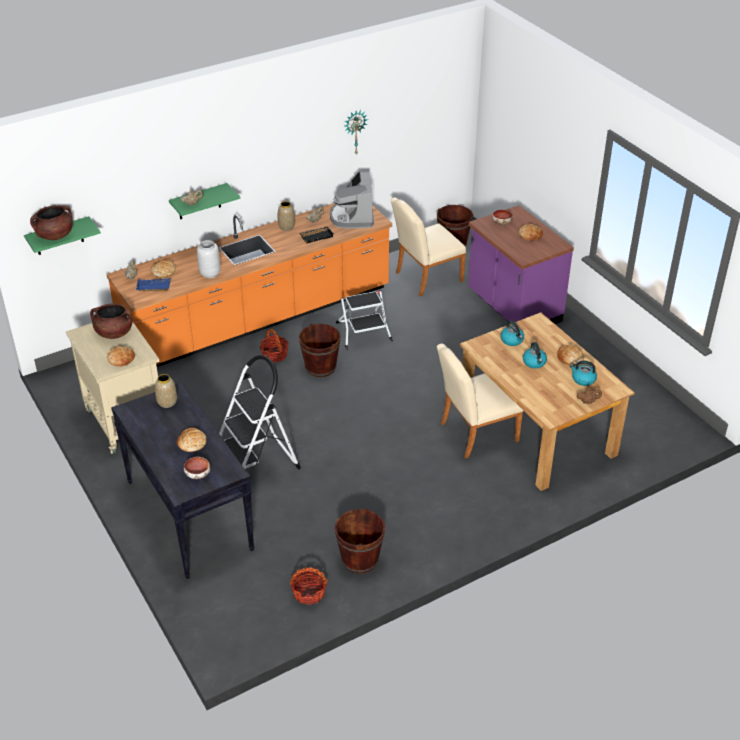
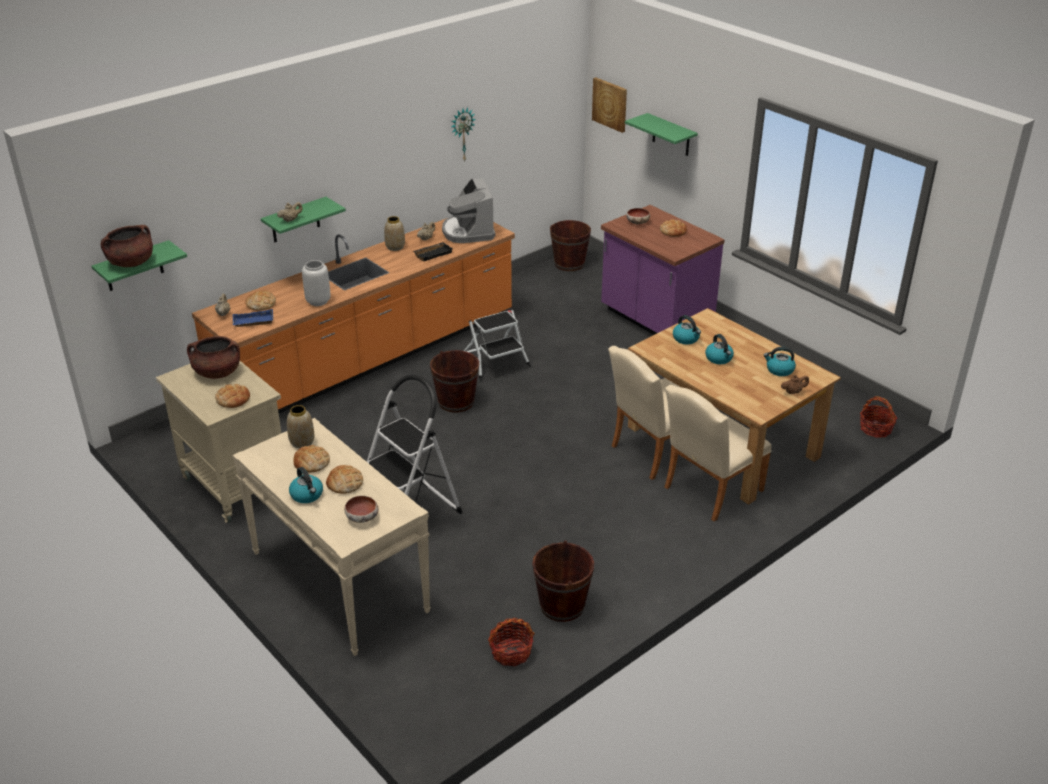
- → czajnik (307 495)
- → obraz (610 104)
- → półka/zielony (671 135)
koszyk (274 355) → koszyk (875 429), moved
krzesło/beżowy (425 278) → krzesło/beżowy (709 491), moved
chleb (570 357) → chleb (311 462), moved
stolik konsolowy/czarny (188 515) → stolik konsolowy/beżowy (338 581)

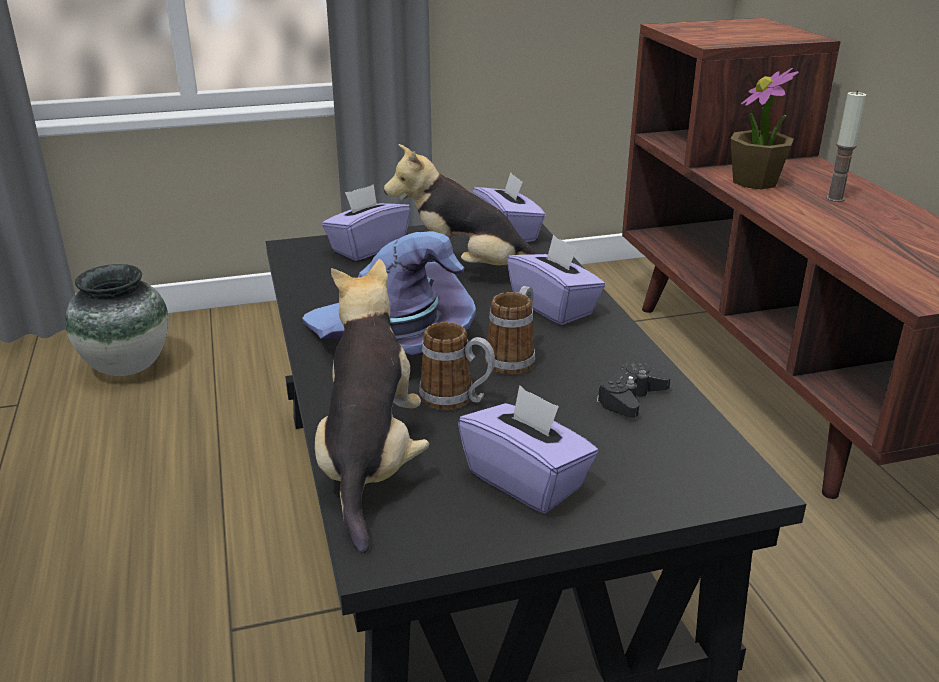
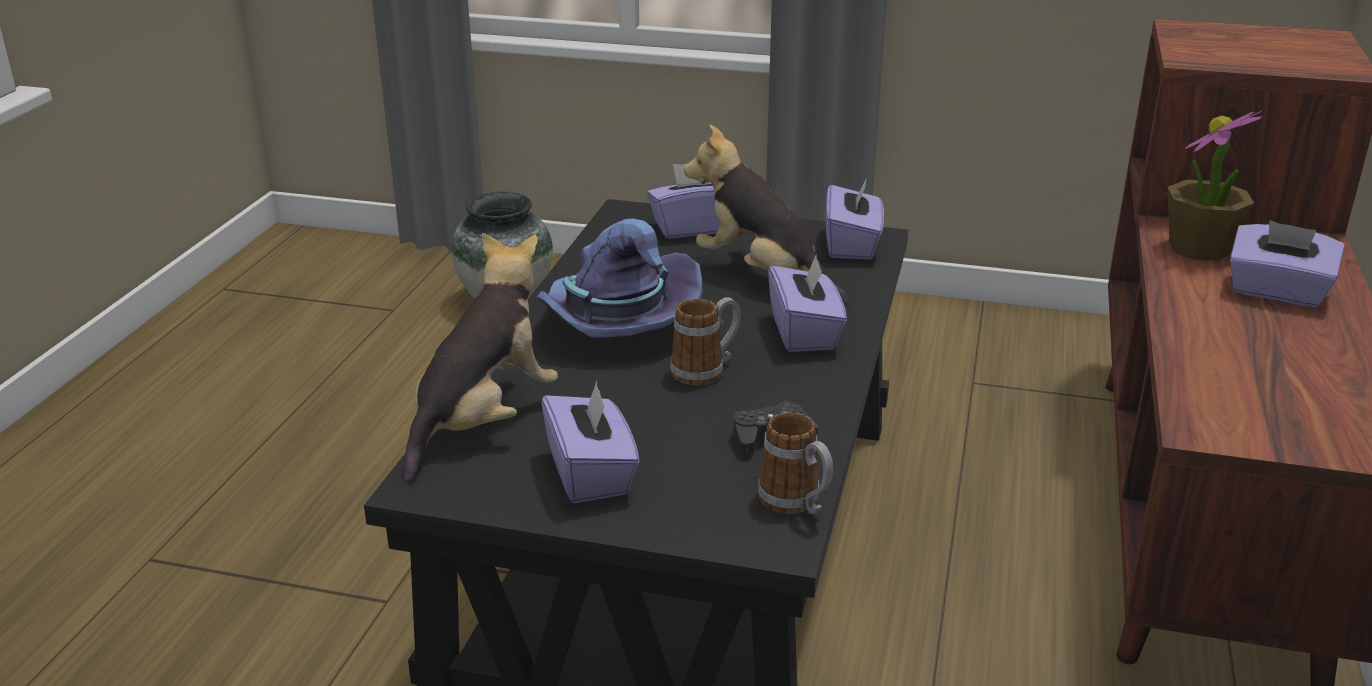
kubek (456 399) → kubek (797 504), moved
świeca (835 198) → pudełko chusteczek/fioletowy (1276 292)

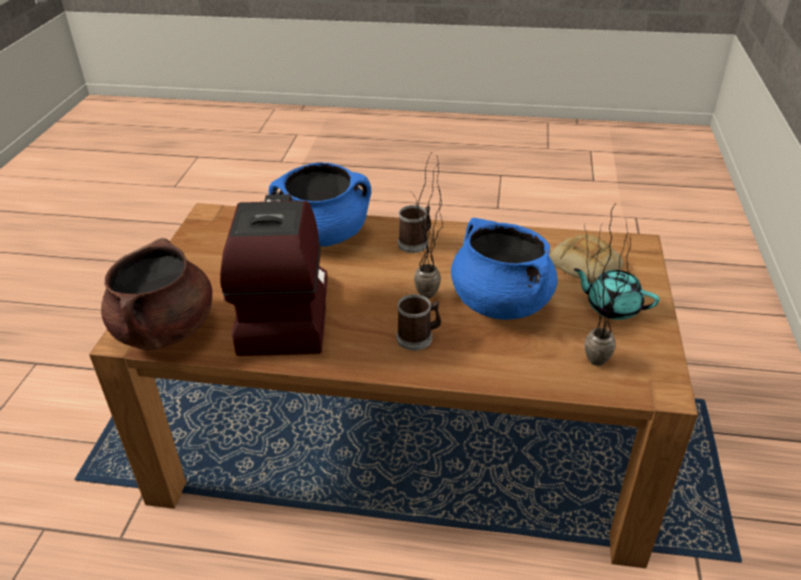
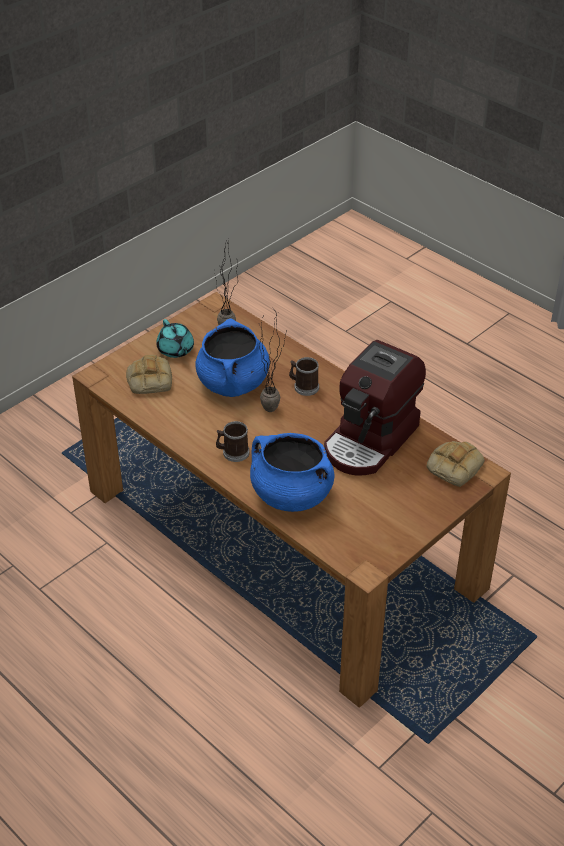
garnek/brązowy (165 330) → chleb (454 466)

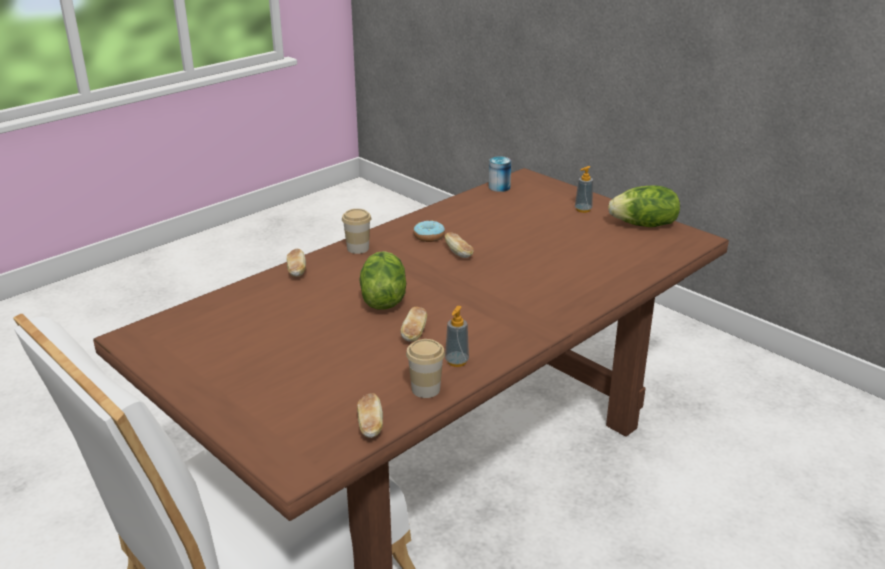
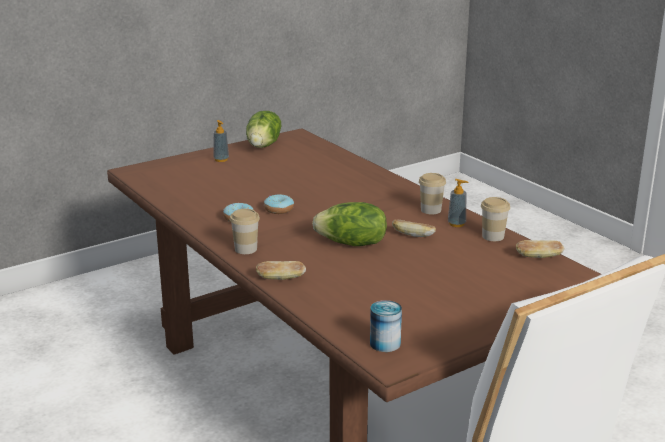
- → filiżanka (431 210)
puszka (499 187) → puszka (385 343), moved
chleb (458 253) → donut (279 209)

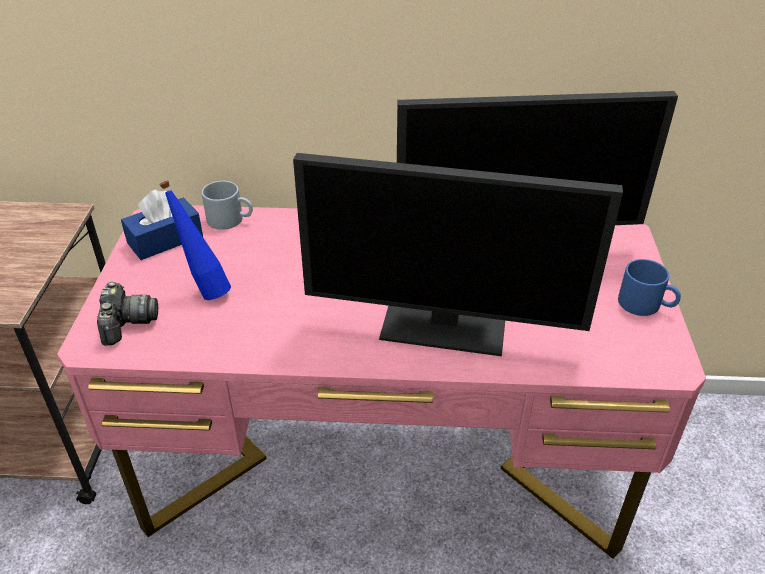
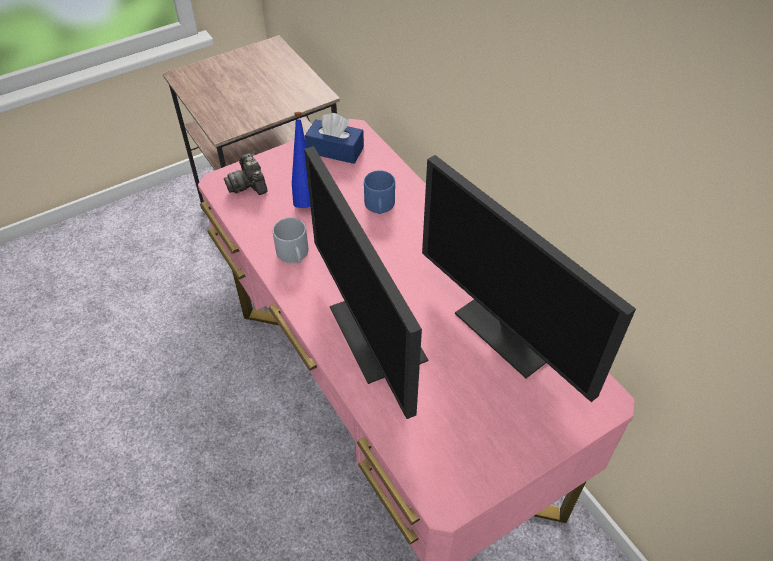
kubek/szary (231 220) → kubek/szary (294 255), moved
kubek/niebieski (646 304) → kubek/niebieski (380 206), moved
aparat fotograficzny (127 323) → aparat fotograficzny (248 184), 105 degrees clockwise

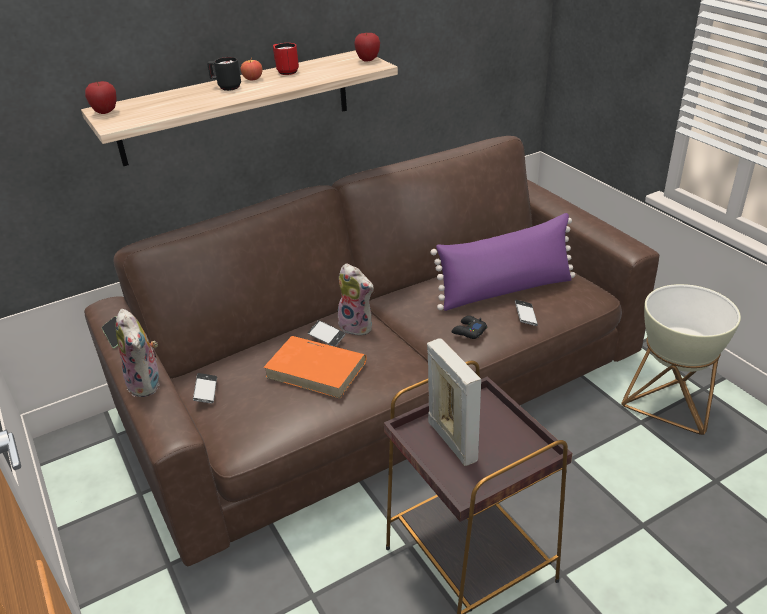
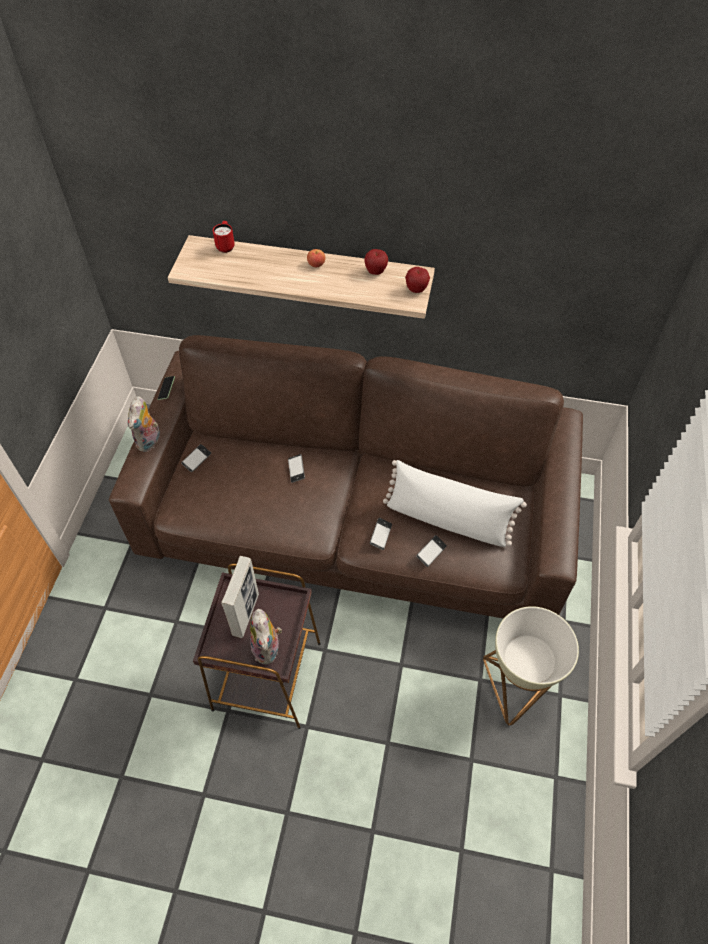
kubek/czarny (226 87) → -
książka/pomarańczowy (317 370) → -
jabłko (105 112) → jabłko (375 272), moved
kubek/czerwony (285 71) → kubek/czerwony (226 245), moved
pluszak (358 326) → pluszak (268 648), moved
pad do gier/czarny (468 331) → telefon (380 535)
poduszka/fioletowy (505 290) → poduszka/biały (448 520)

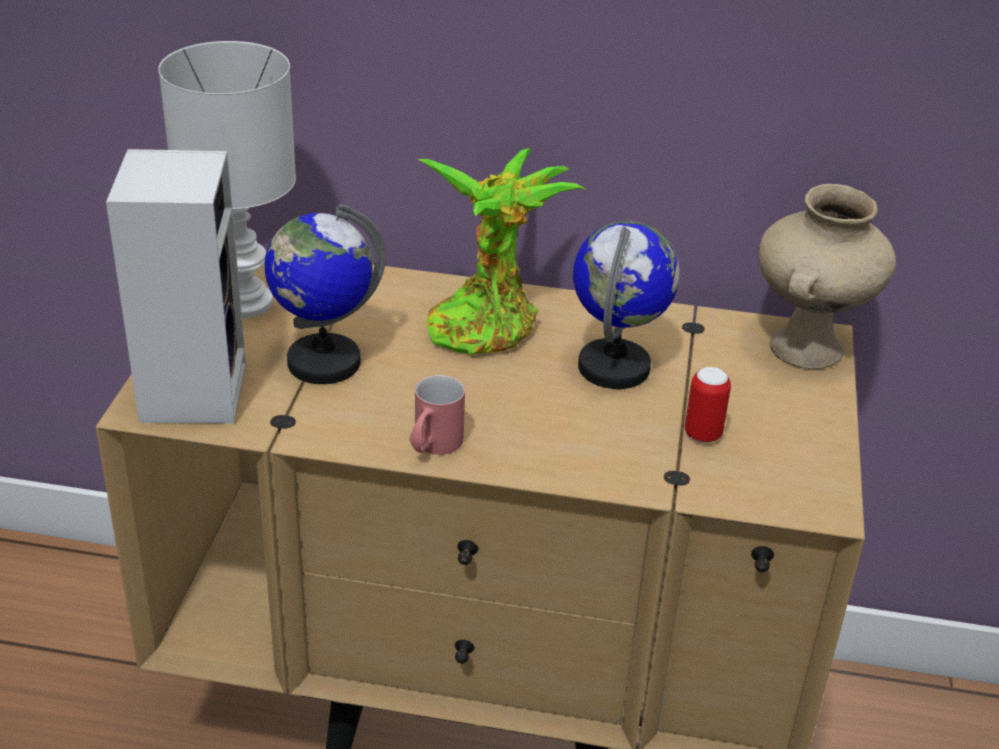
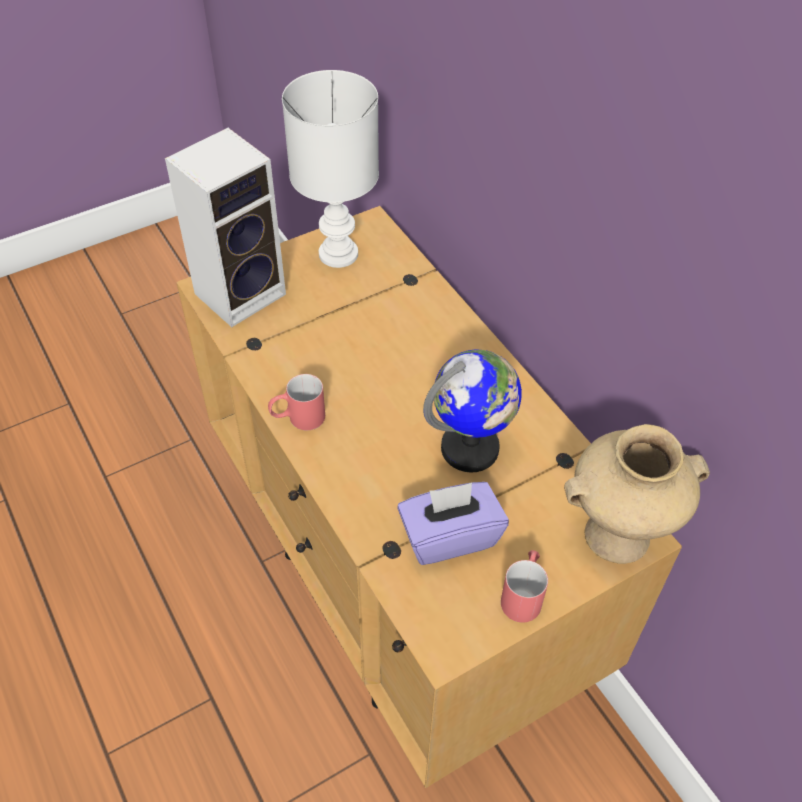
globus (323 362) → -
roślina doniczkowa (487 323) → -
- → kubek/czerwony (523 594)
puszka (702 434) → pudełko chusteczek/fioletowy (449 536)

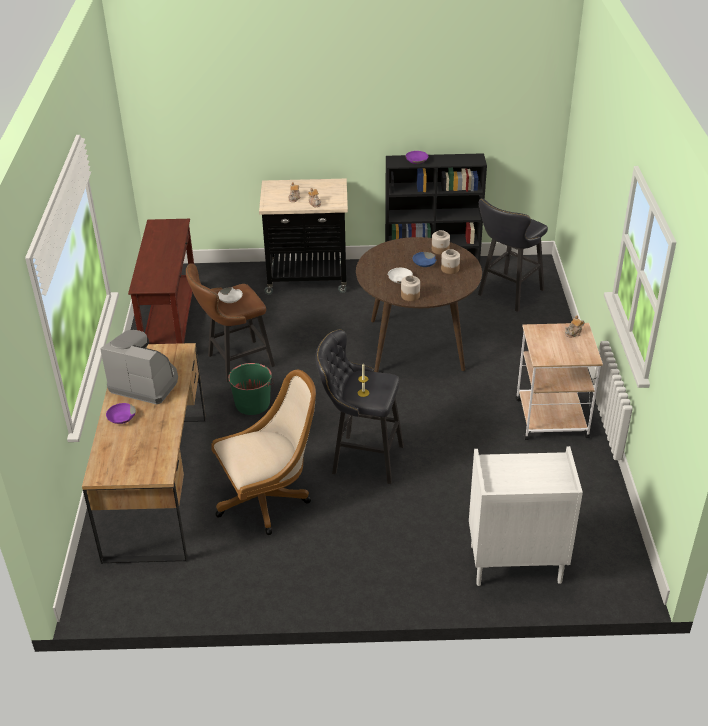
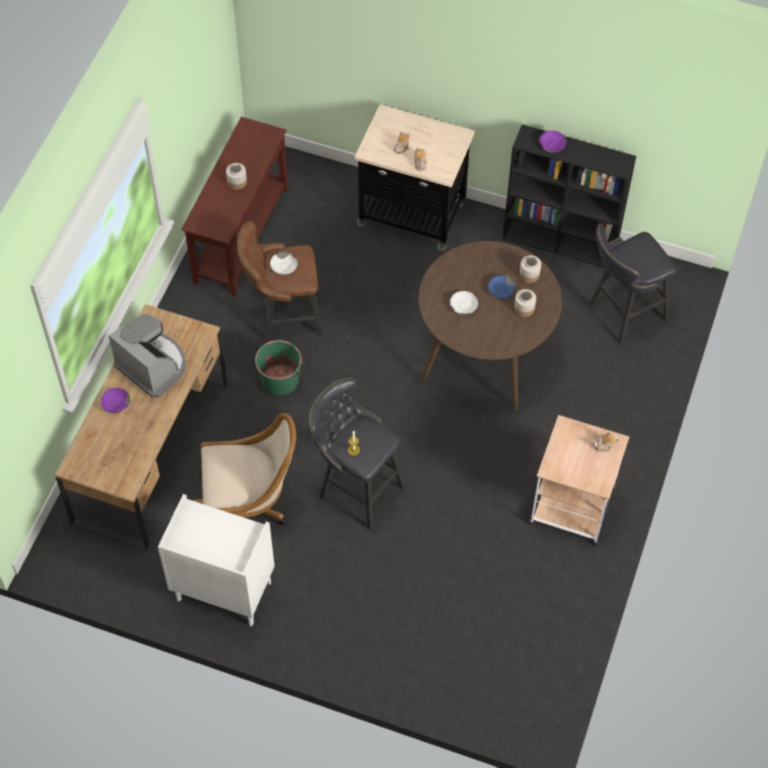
słoik (410 295) → słoik (237 182), moved
szafka/biały (514 564) → szafka/biały (223 591), moved

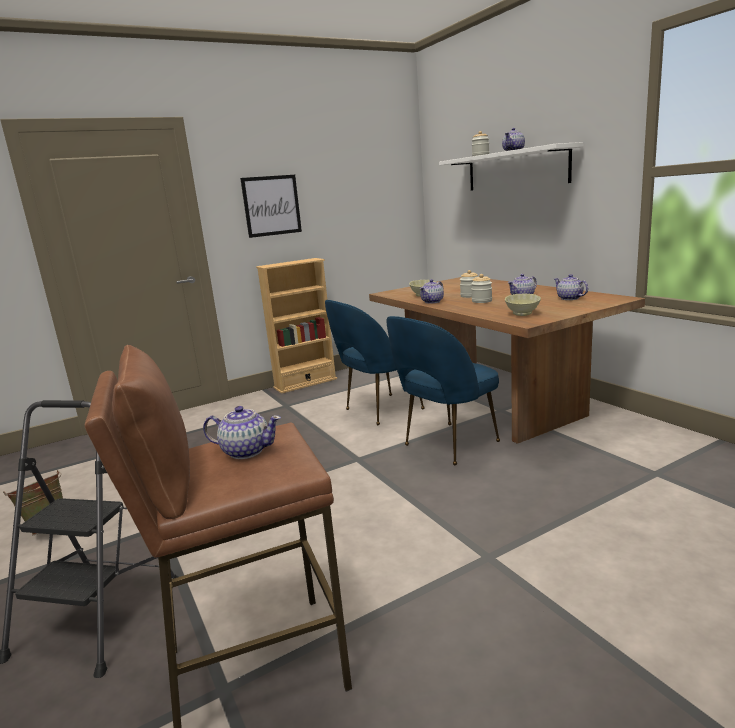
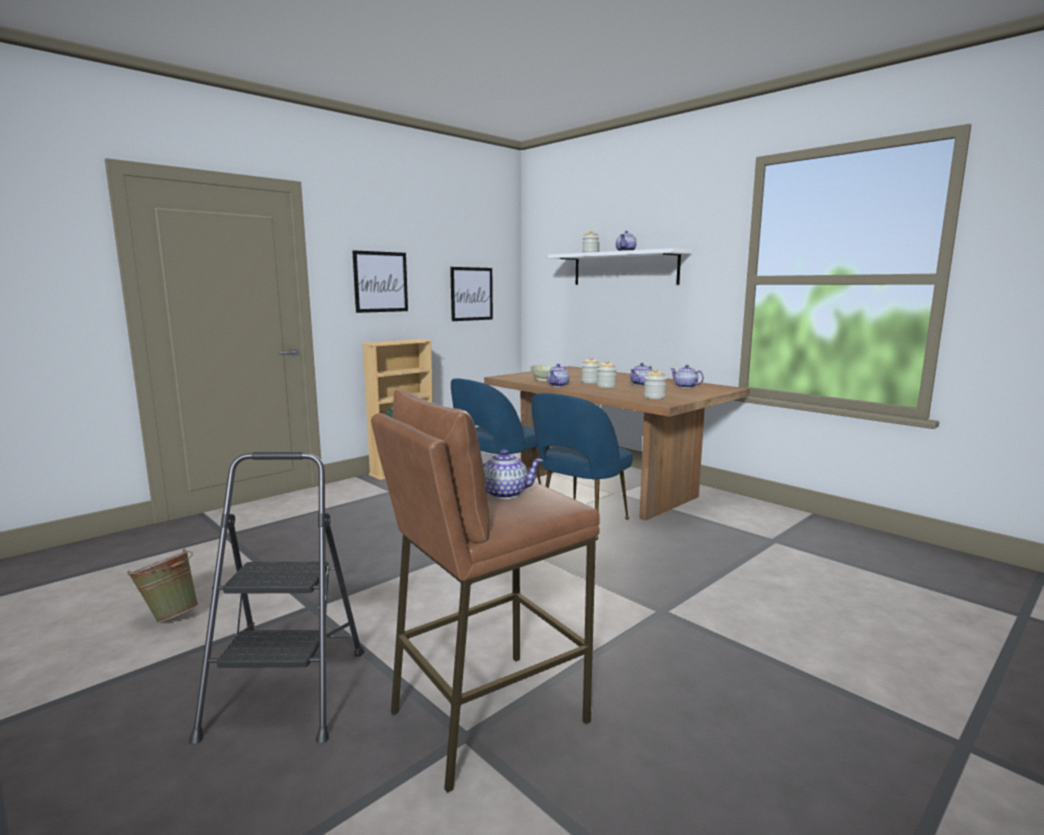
- → obraz (471 294)
miska/beżowy (522 314) → słoik (654 397)

